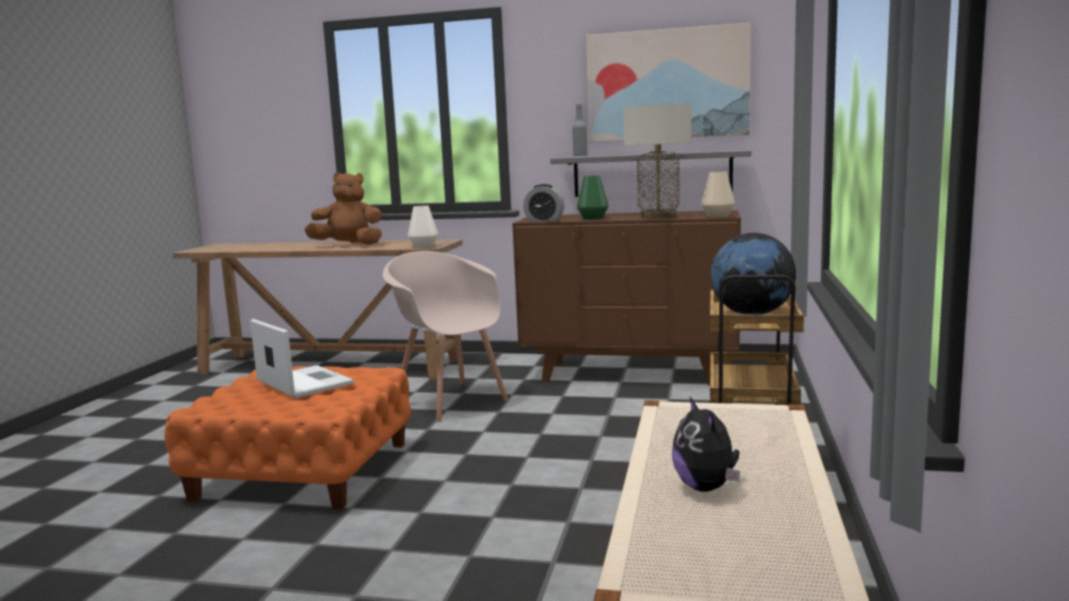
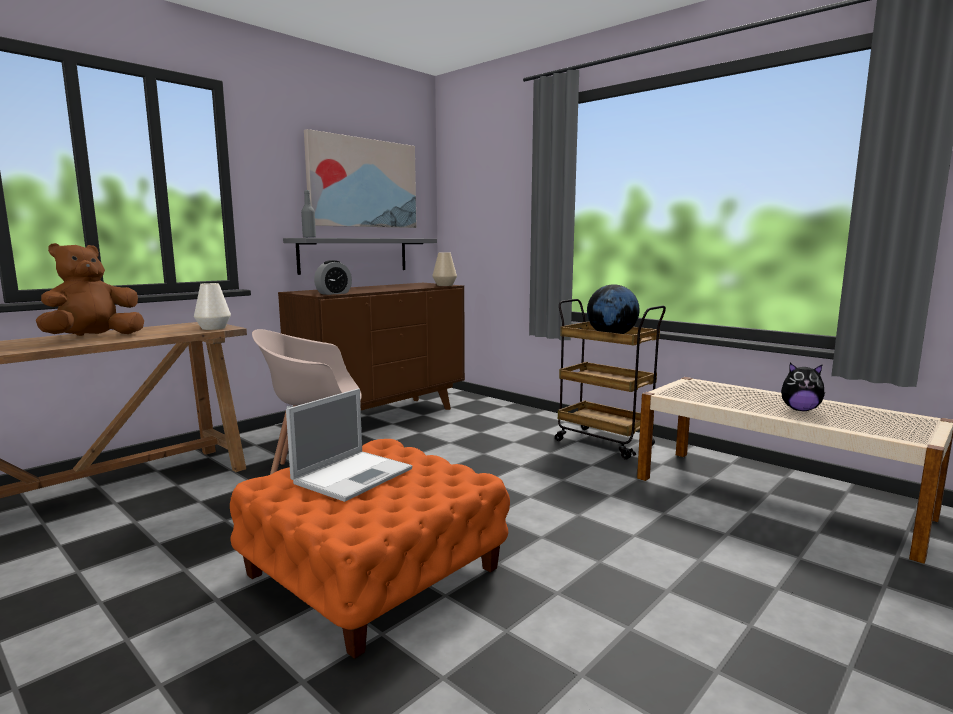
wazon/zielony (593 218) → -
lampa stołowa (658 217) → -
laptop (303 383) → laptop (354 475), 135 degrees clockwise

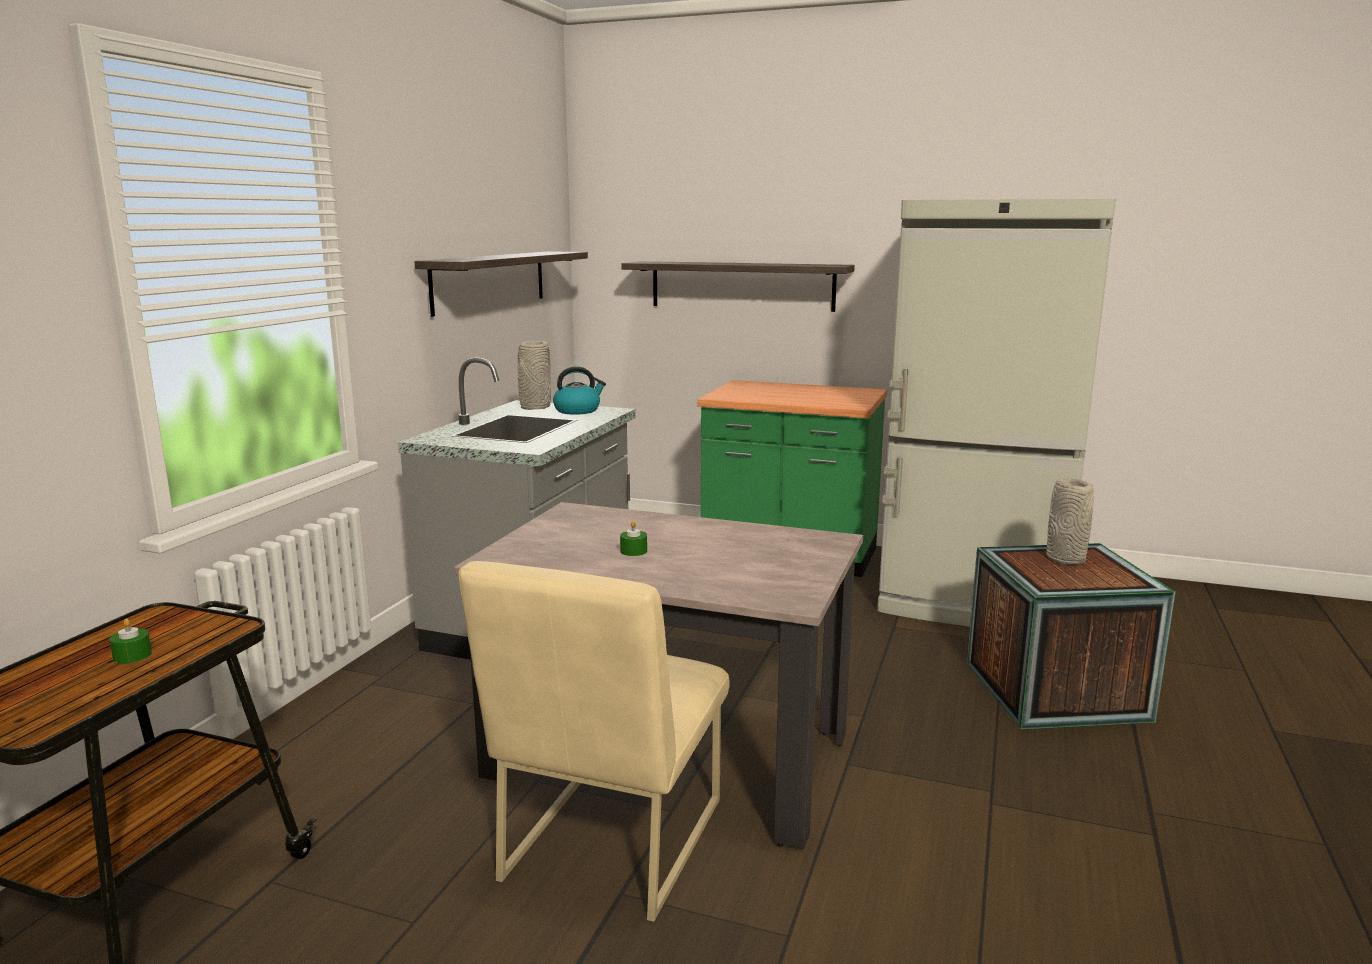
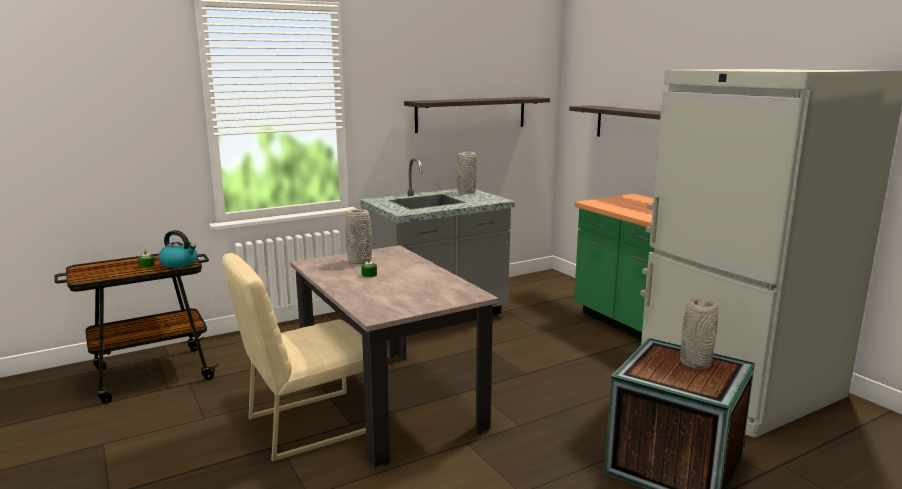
- → wazon/szary (360 261)
czajnik (578 410) → czajnik (180 263), moved

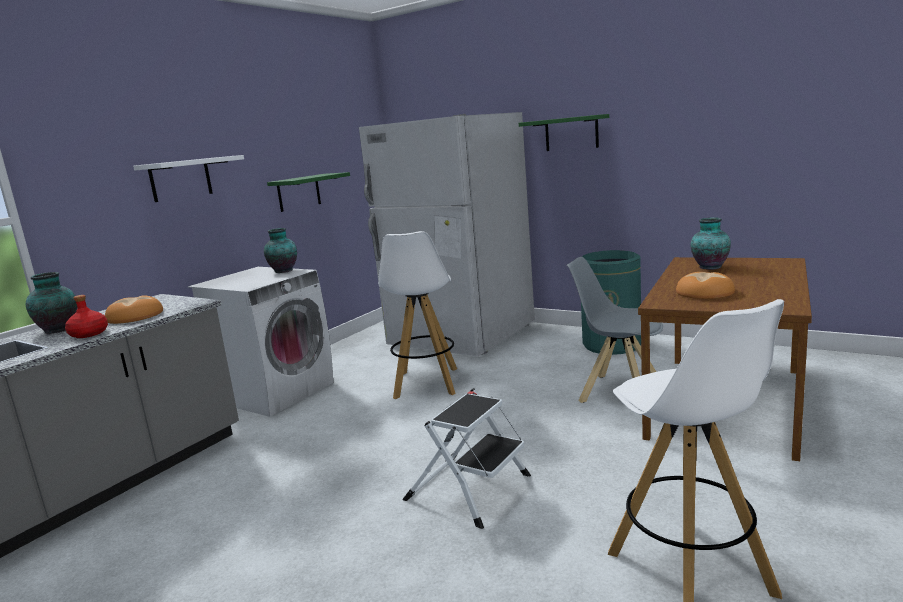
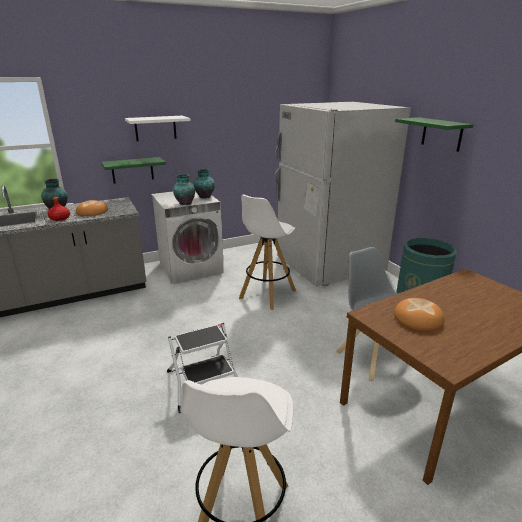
półka/zielony (299 192) → półka/zielony (132 170), moved
wazon (709 267) → wazon (185 203), moved

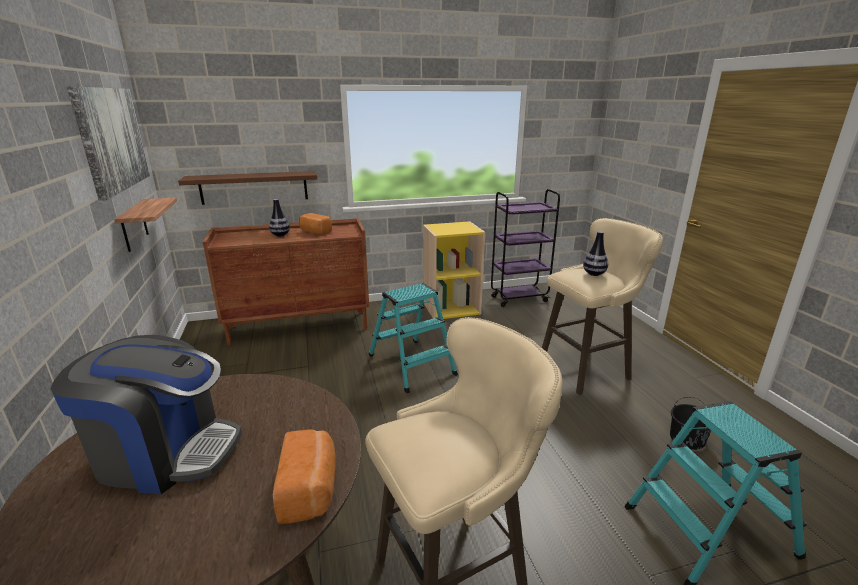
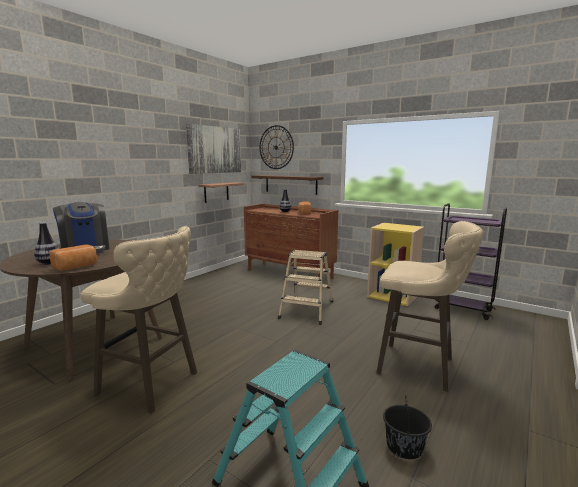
- → zegar ścienny (276 147)
wazon (594 274) → wazon (49 263), moved
drabinka/turkusowy (411 364) → drabinka/beżowy (307 309)

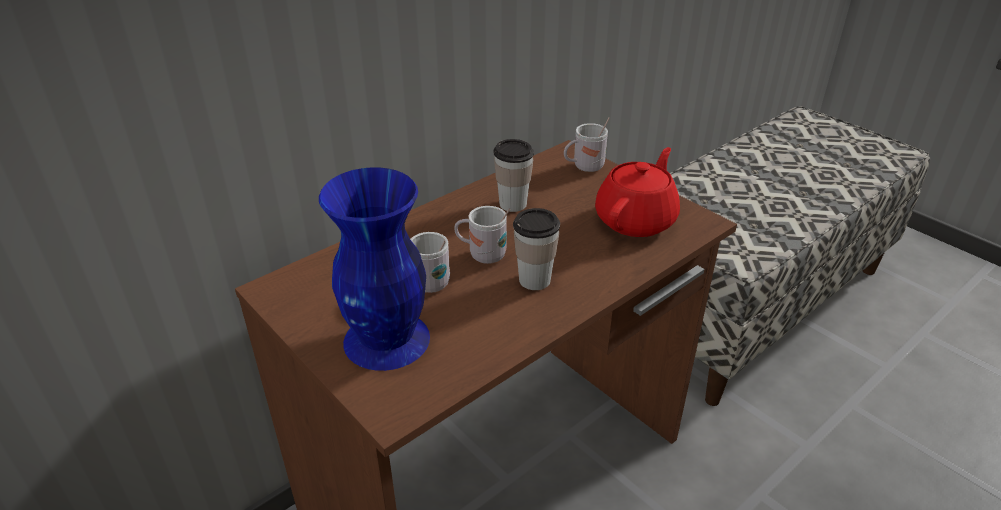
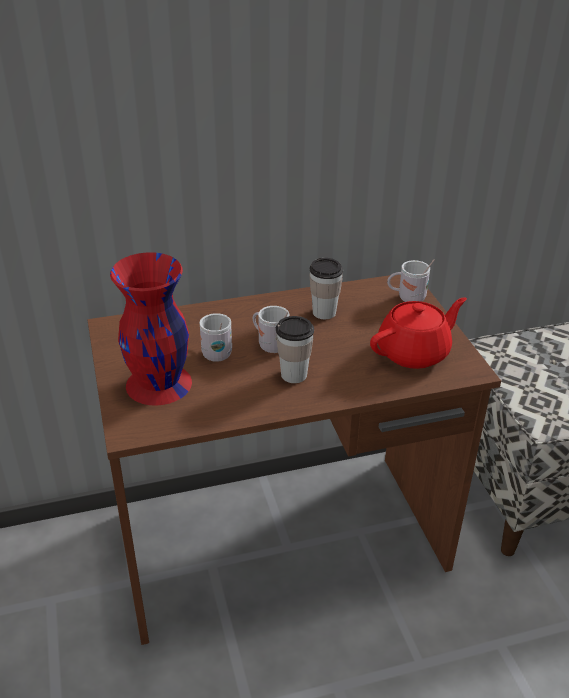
wazon/niebieski (386 340) → wazon/czerwony (158 384)

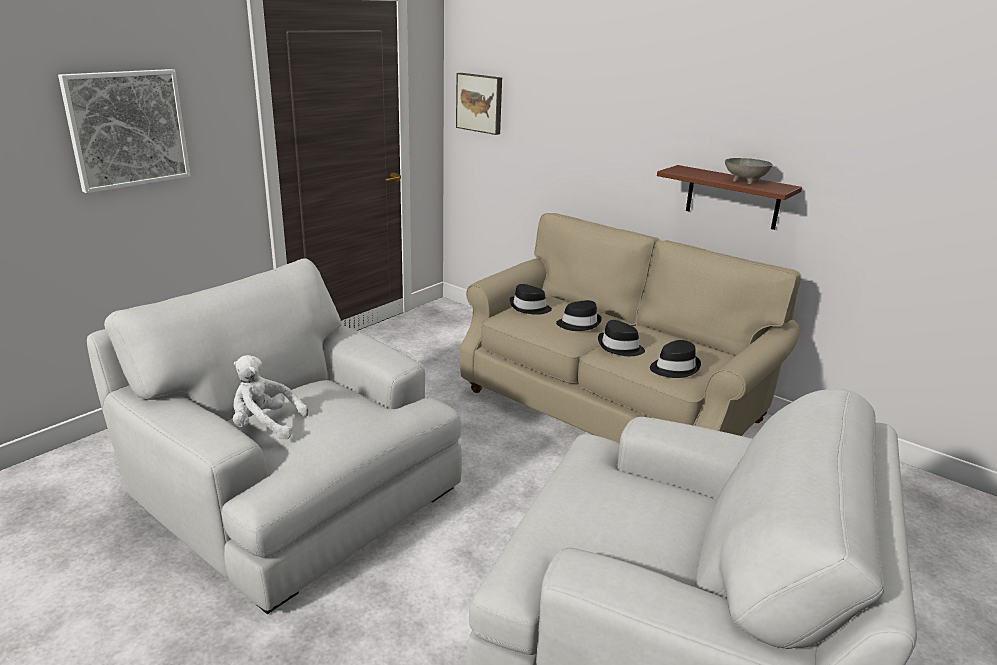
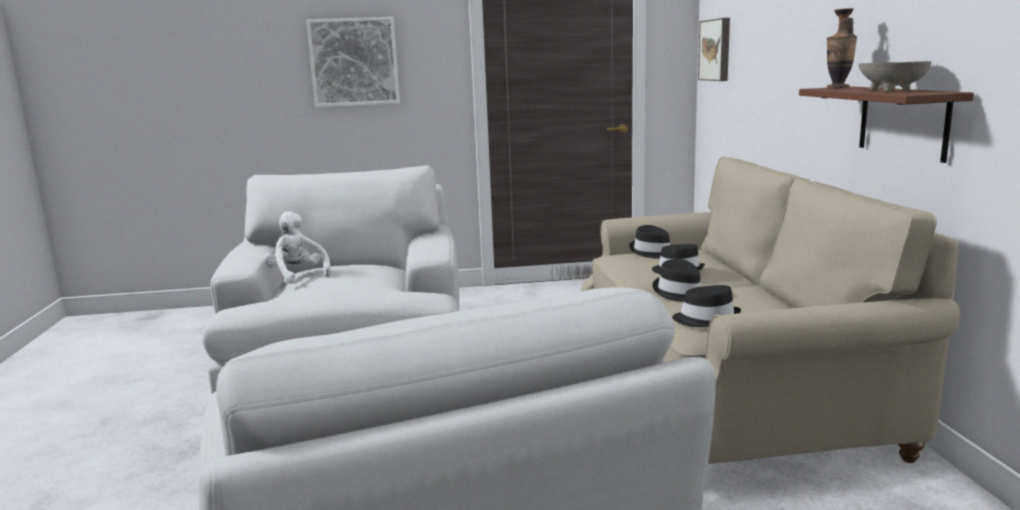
- → wazon (838 88)

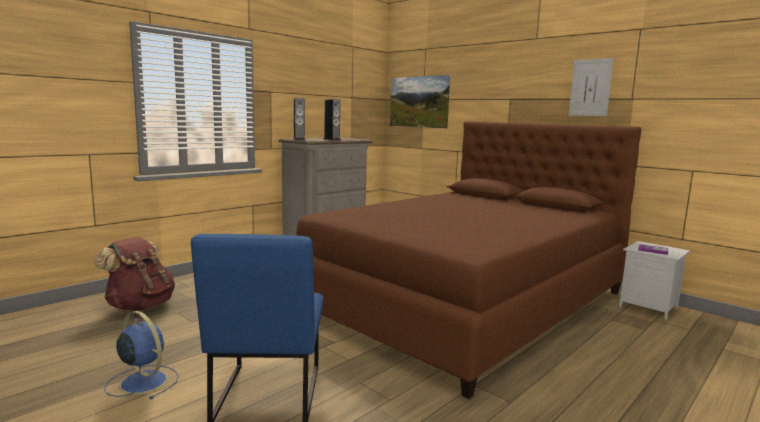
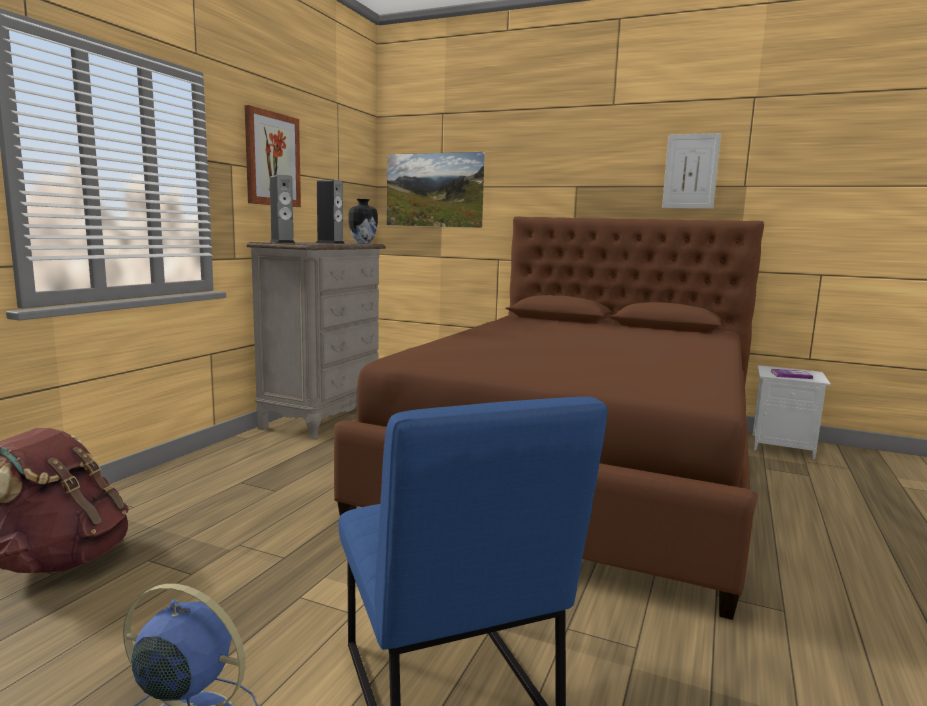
- → obraz (272 159)
- → wazon (362 243)

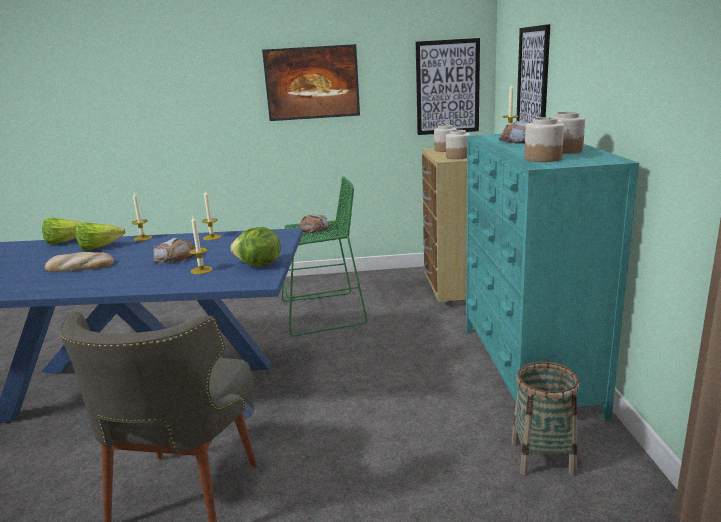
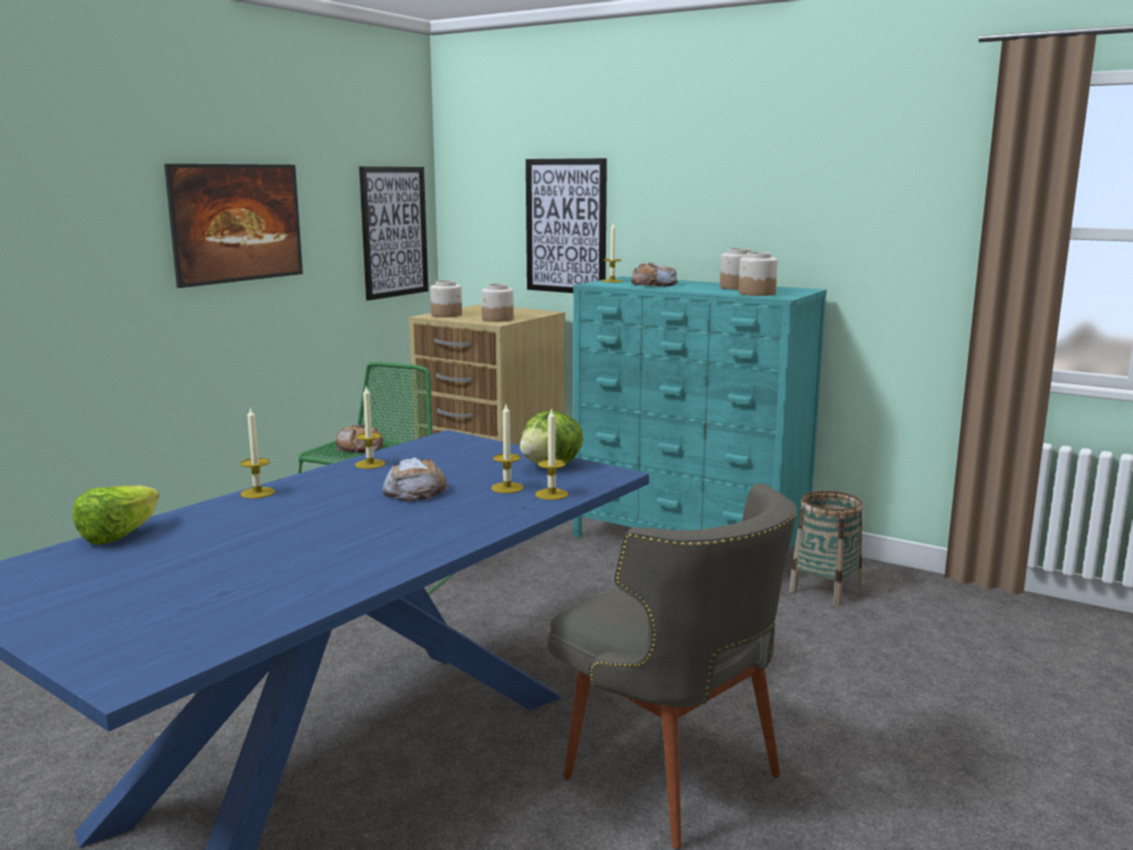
chleb (79 267) → -
sałata (99 248) → -
- → świeca (551 494)

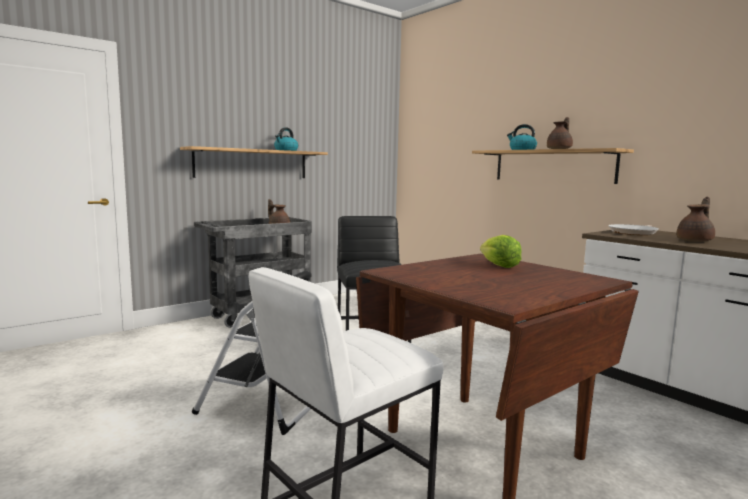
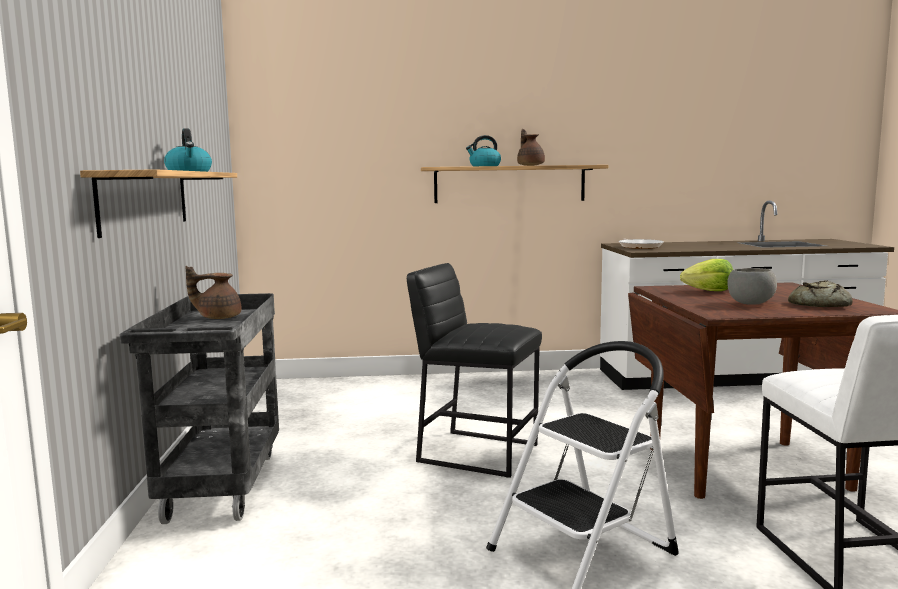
imbryk/brązowy (695 241) → -
- → miska/szary (749 303)
- → chleb (817 304)

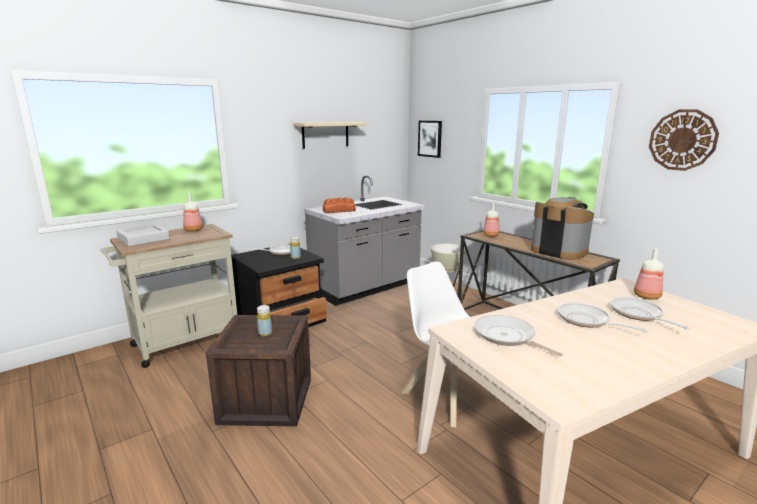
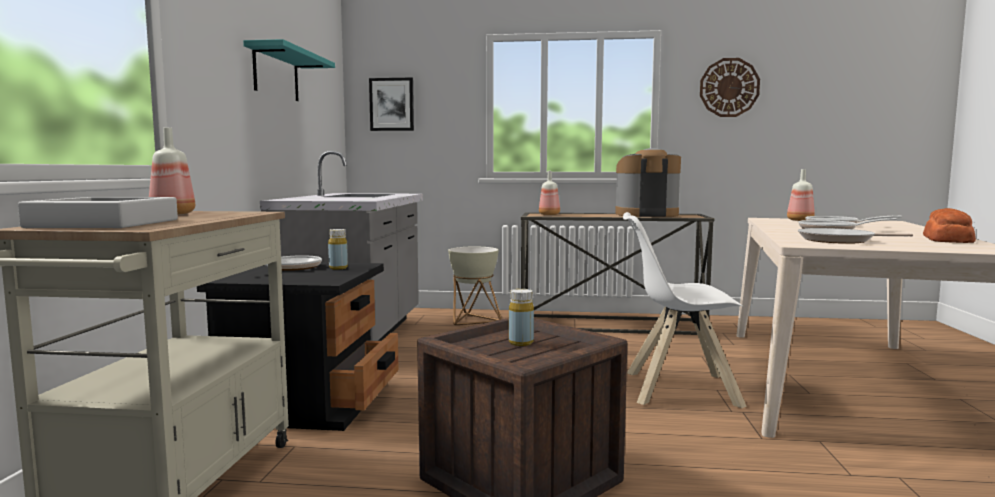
chleb (339 211) → chleb (948 239), moved
półka/beżowy (325 134) → półka/turkusowy (276 74)

